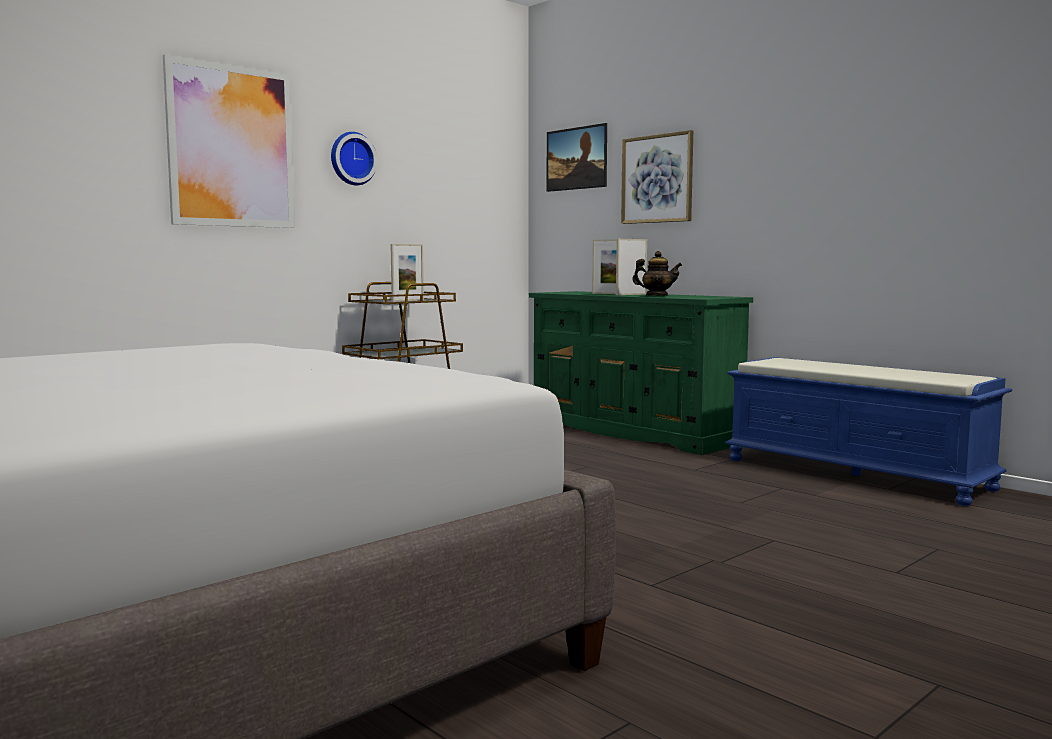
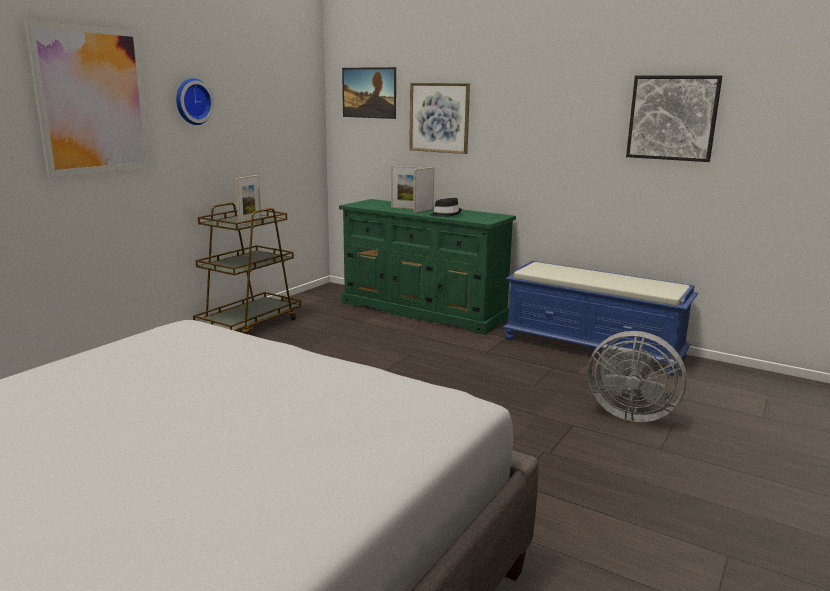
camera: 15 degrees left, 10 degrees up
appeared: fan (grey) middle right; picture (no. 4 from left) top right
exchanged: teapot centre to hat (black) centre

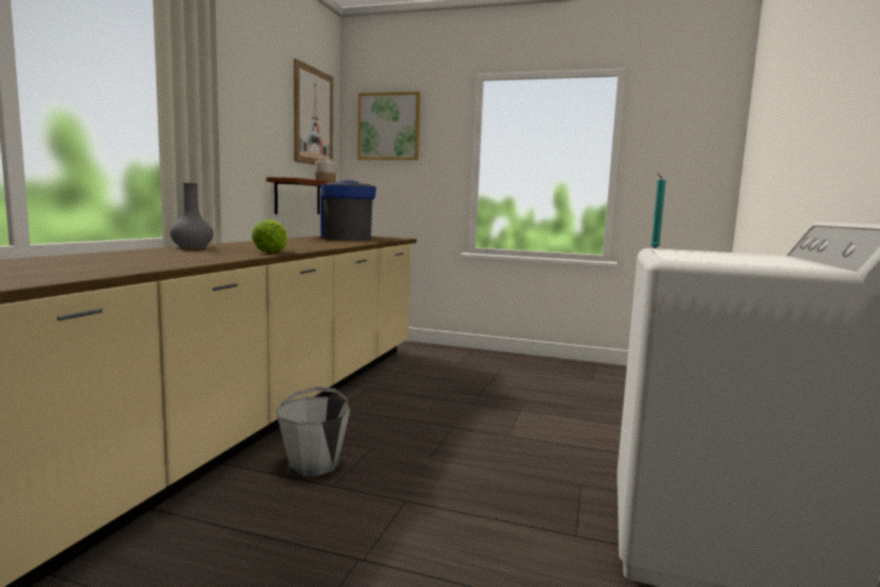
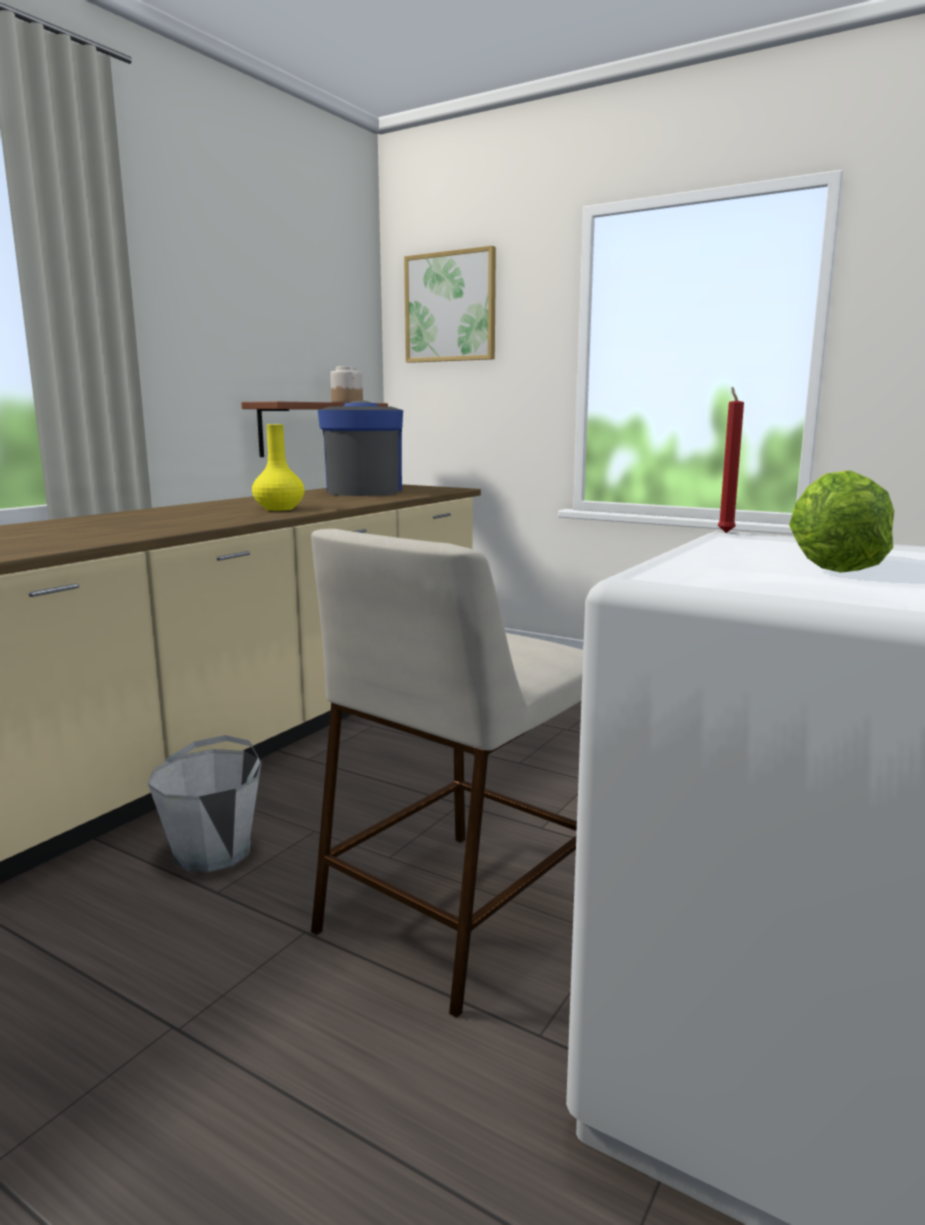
camera: 15 degrees right, 5 degrees up
missing: vase (grey) middle left; picture (no. 1 from left) top centre
appeared: vase (yellow) middle left; stool (beige) centre
relocated: lettuce middle left to middle right
colour: candle (turquoise) middle right to candle (red) middle right

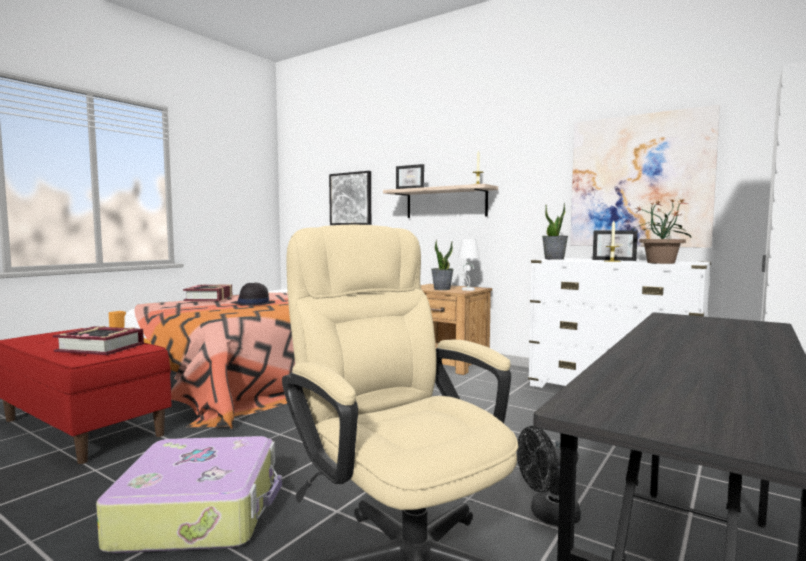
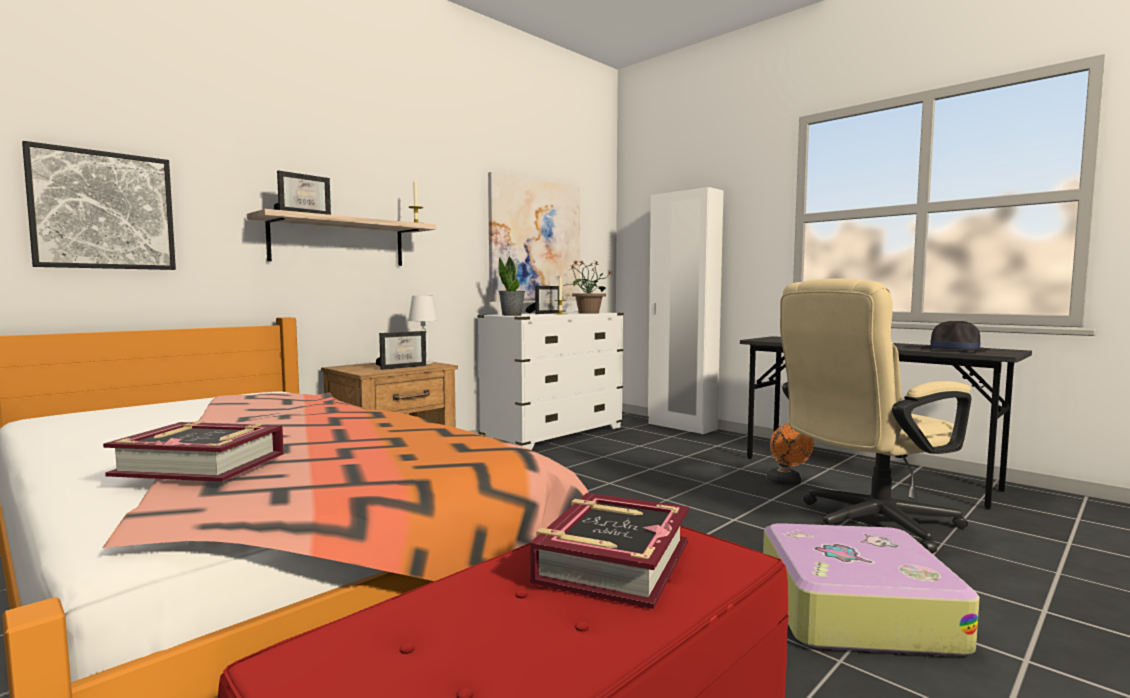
camera: 80 degrees left, 0 degrees up
relocated: hat (black) middle left to middle right
exchanged: potted plant (no. 1 from left) centre to picture frame (no. 2 from left) centre
colour: fan (black) bottom right to fan (orange) middle right

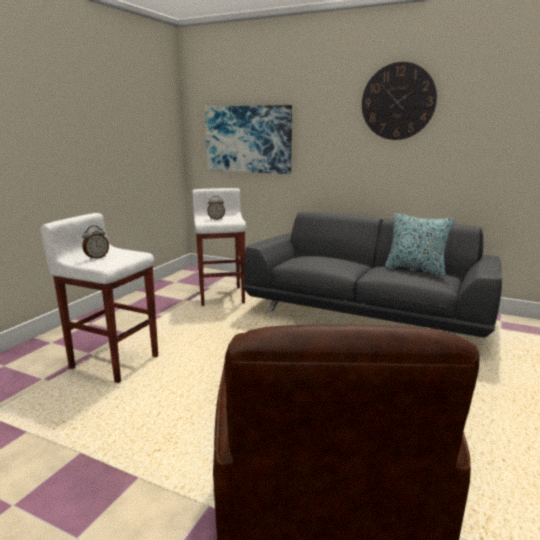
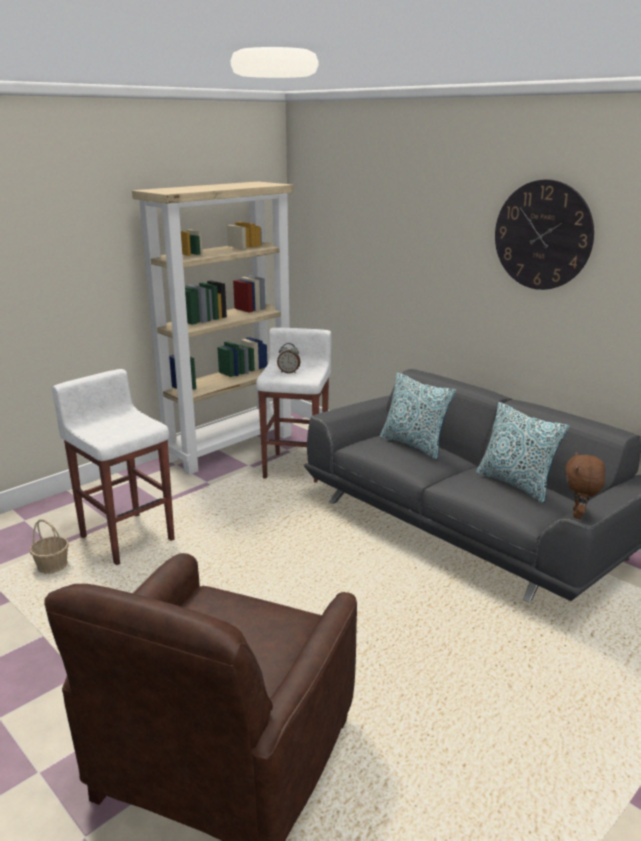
camera: 20 degrees right, 5 degrees up
missing: alarm clock (no. 1 from left) middle left; picture top centre
appeared: basket middle left; bookcase (beige) middle left; pillow (no. 1 from left) centre; plush toy (brown) middle right

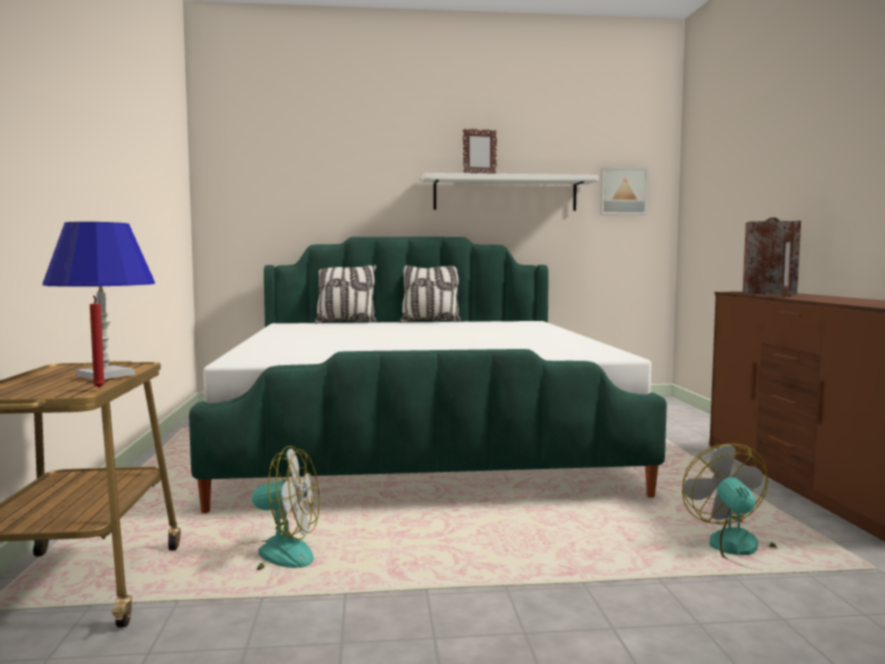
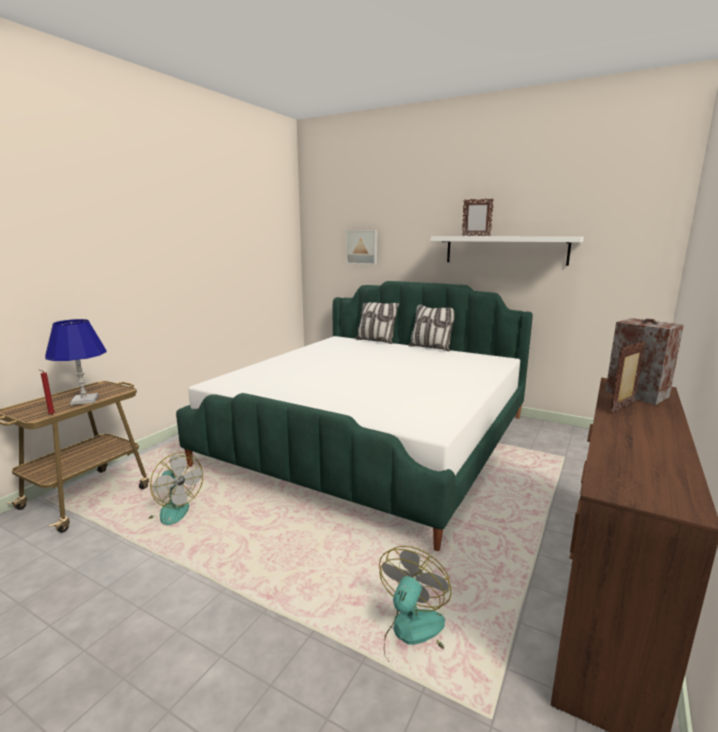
camera: 35 degrees right, 10 degrees up
relocated: picture top right to centre

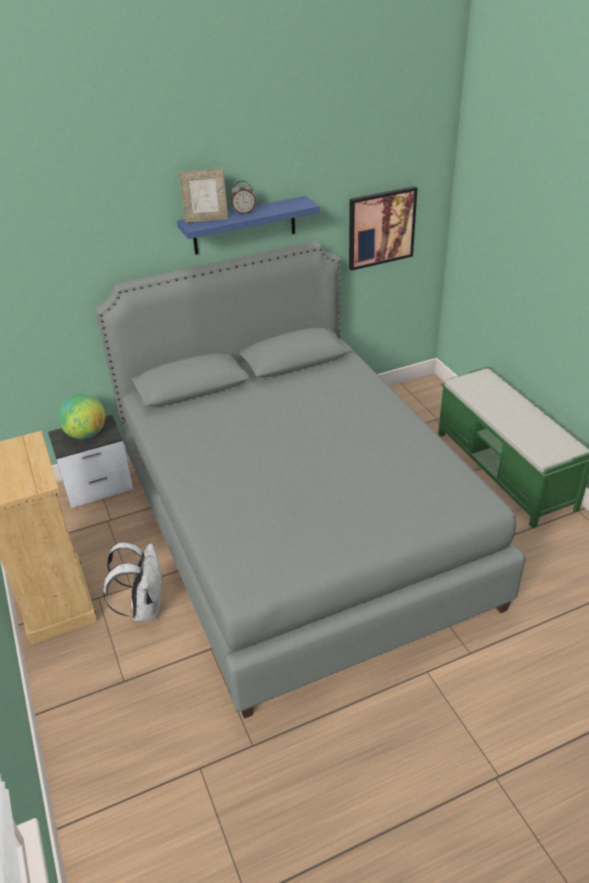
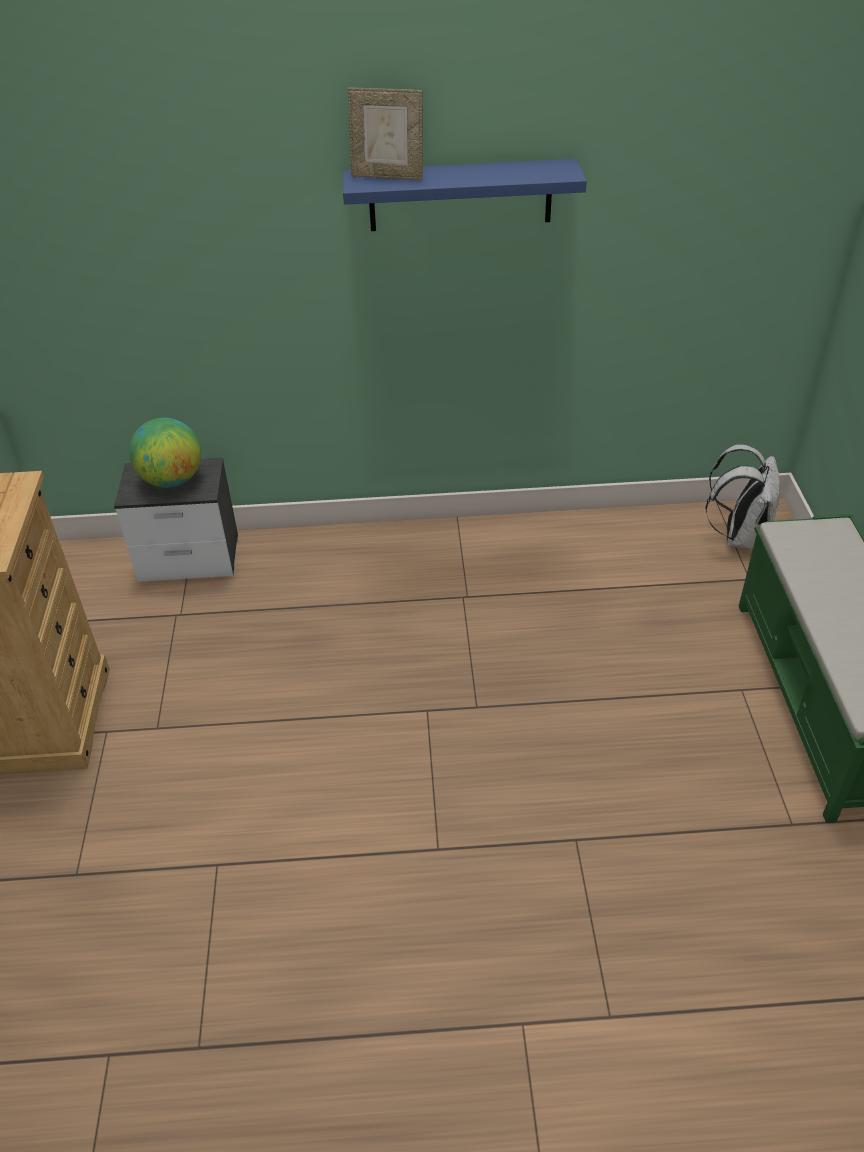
camera: 20 degrees right, 5 degrees up
missing: bed (grey) centre; alarm clock top centre; picture top centre
relocated: backpack (white) middle left to middle right

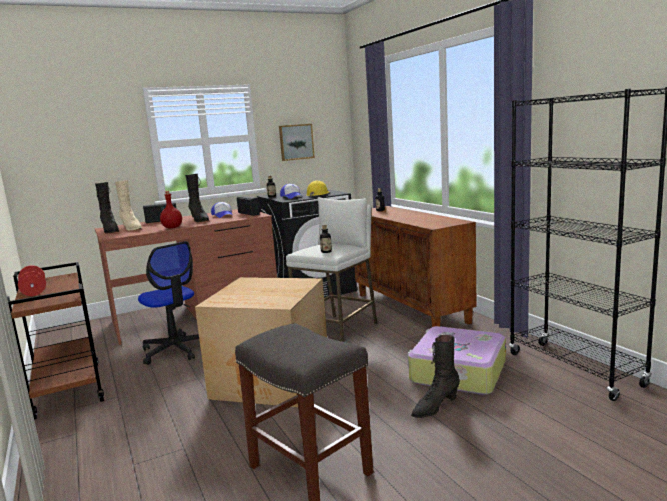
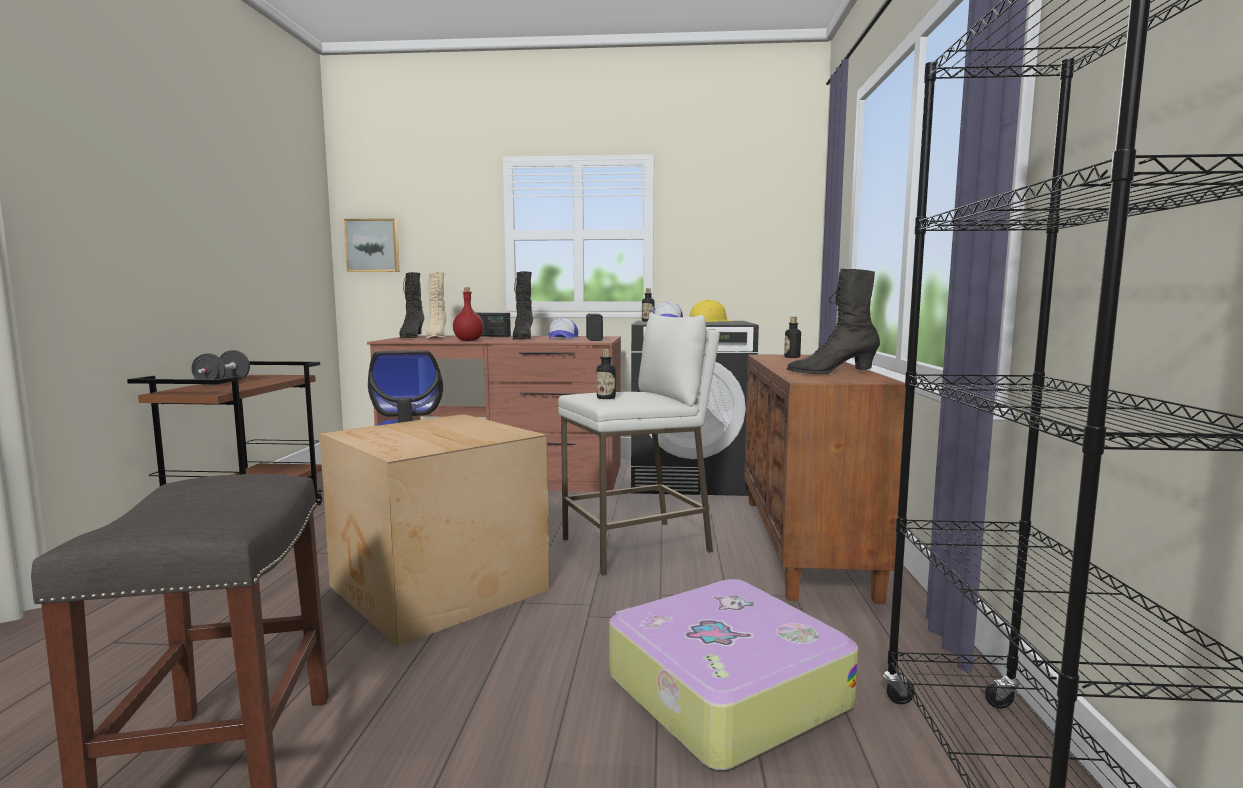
camera: 30 degrees right, 5 degrees down
relocated: picture top centre to top left; boot (black) (no. 3 from left) bottom centre to middle right
colour: dumbbell (red) middle left to dumbbell (black) middle left

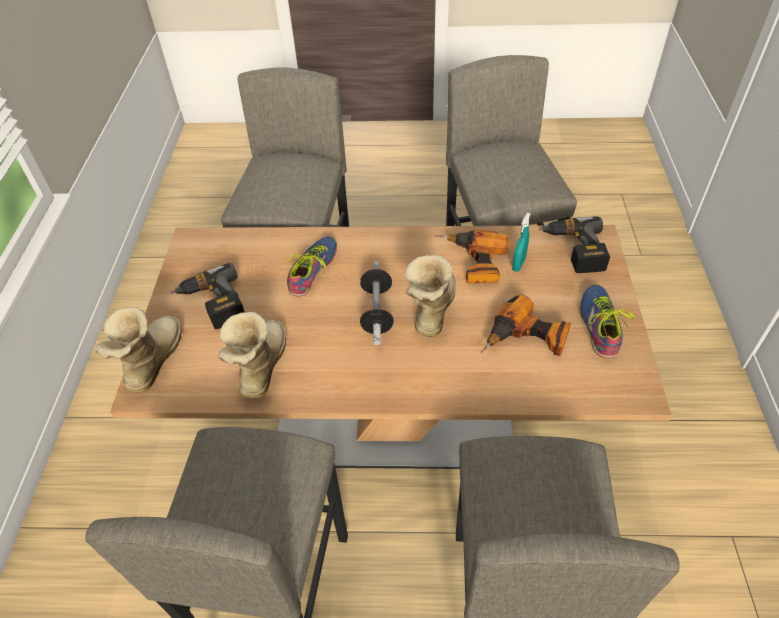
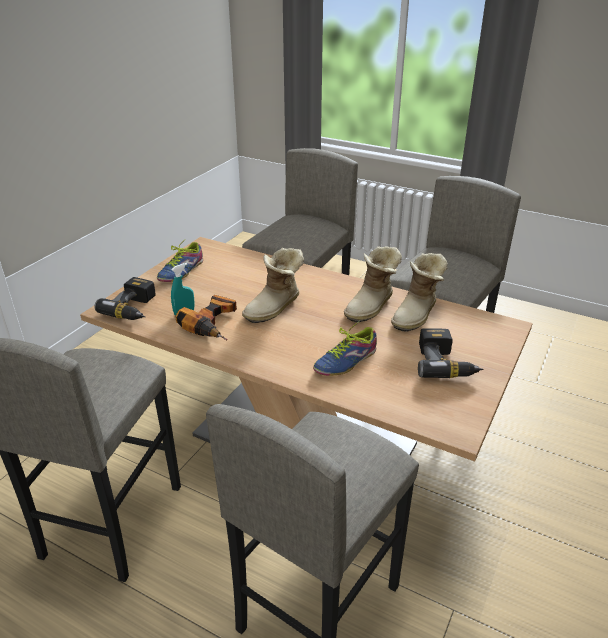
camera: 155 degrees left, 15 degrees down
missing: dumbbell centre; power drill (no. 3 from left) middle right
relocated: boot (no. 1 from left in the first image) middle left to boot (no. 2 from left) centre

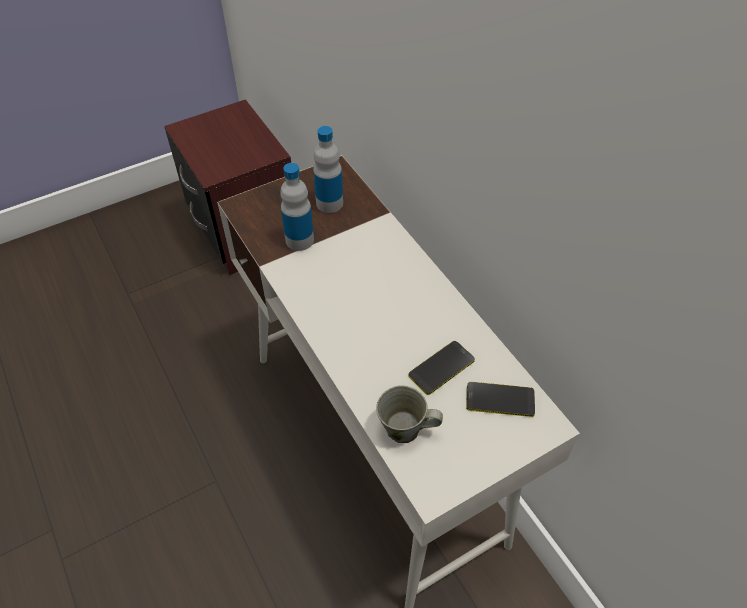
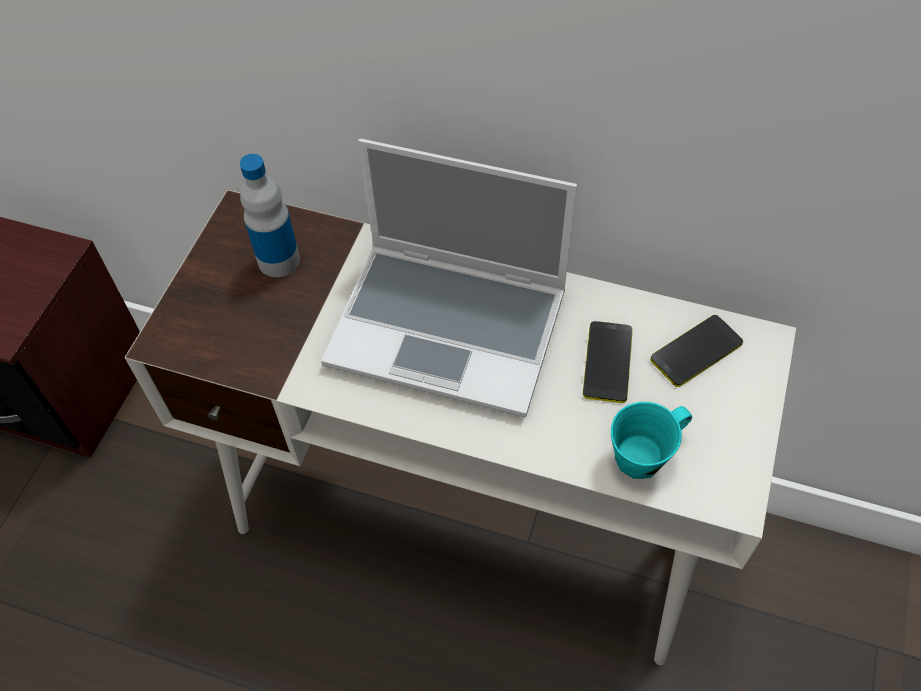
camera: 40 degrees left, 5 degrees up
missing: bottle (no. 1 from left) centre
appeared: laptop centre
colour: mug (grey) bottom centre to mug (turquoise) middle right

